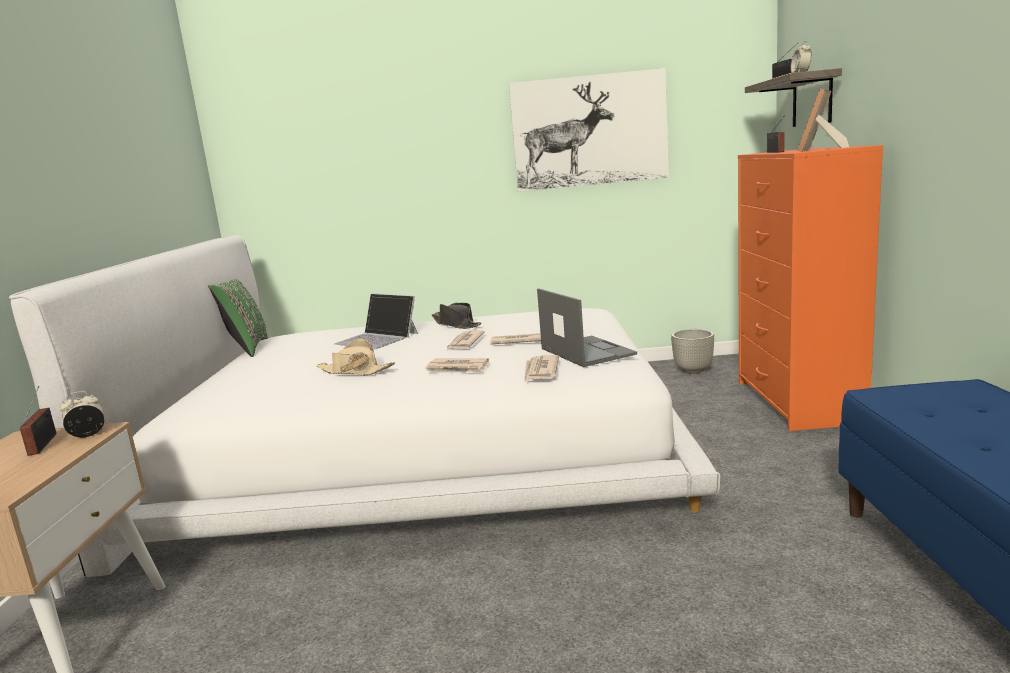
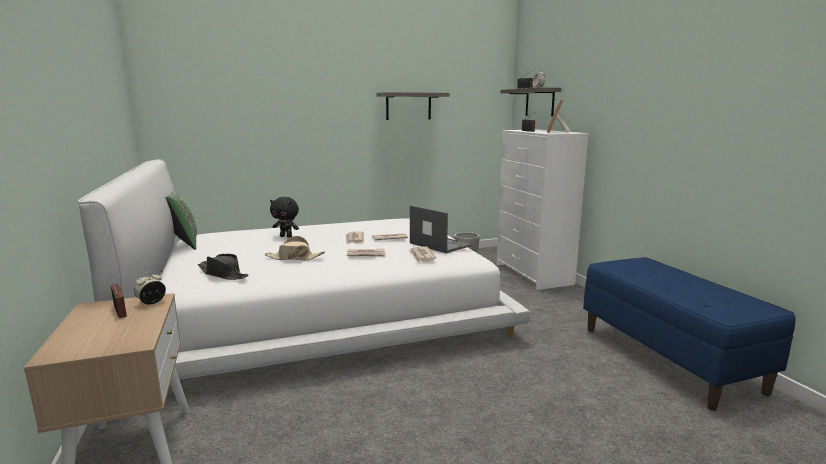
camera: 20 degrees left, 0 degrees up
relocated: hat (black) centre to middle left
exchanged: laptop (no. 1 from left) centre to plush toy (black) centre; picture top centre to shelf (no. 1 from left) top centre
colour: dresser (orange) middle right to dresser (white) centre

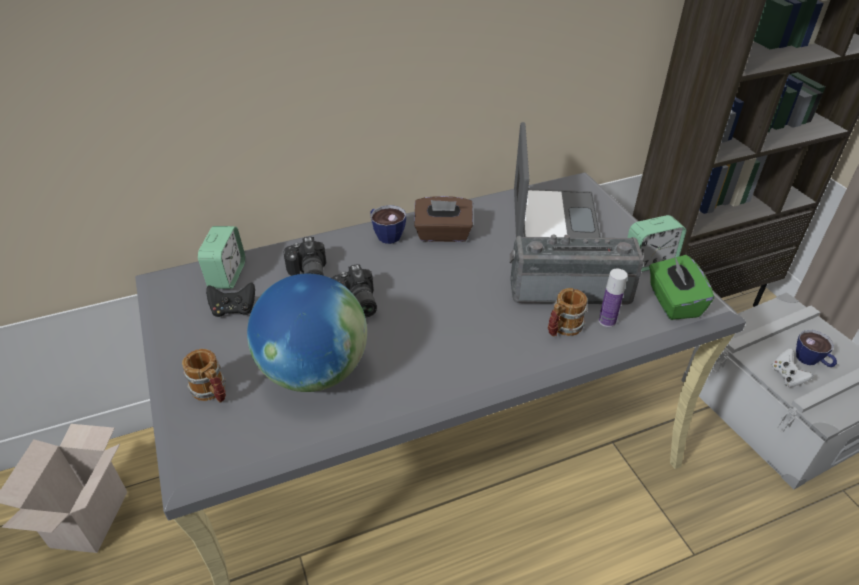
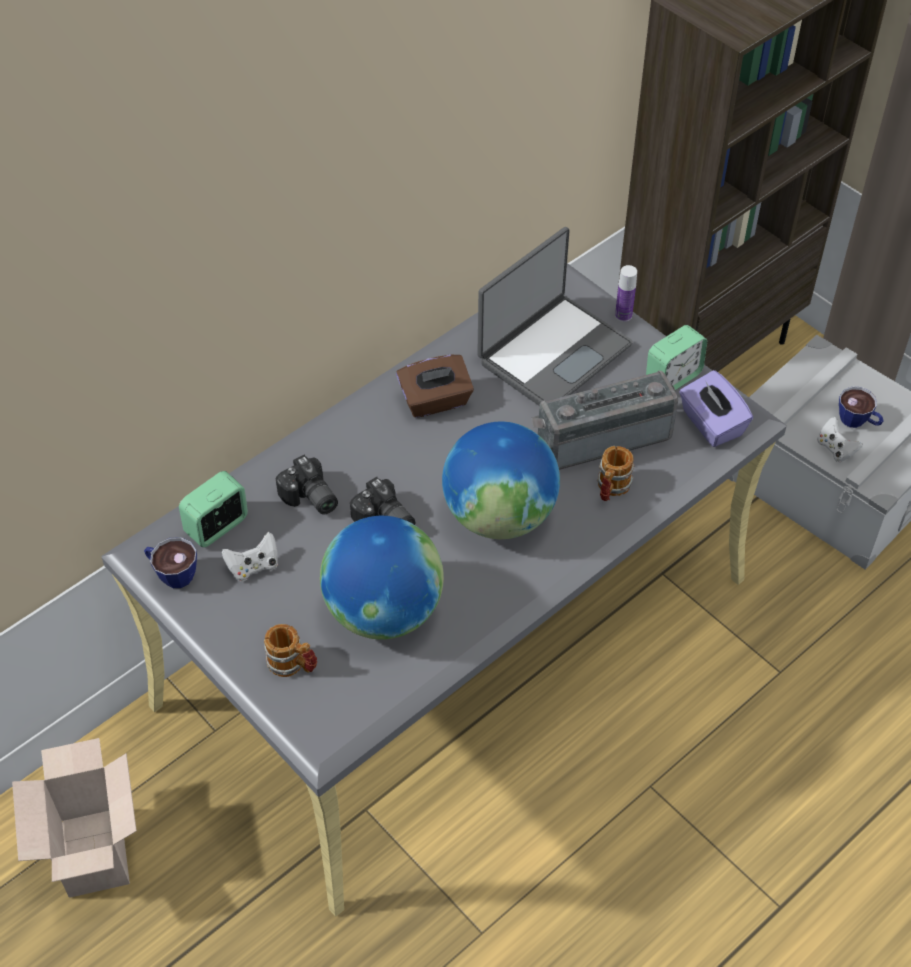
camera: 20 degrees left, 10 degrees up
appeared: globe (no. 2 from left) centre
relocated: cup (no. 1 from left) centre to middle left; bottle middle right to top right
colour: game controller (black) middle left to game controller (white) (no. 1 from left) middle left; tissue box (green) middle right to tissue box (purple) middle right
spun: alarm clock (no. 1 from left) middle left = middle left 120 degrees counterclockwise; laptop top centre = top centre 60 degrees clockwise

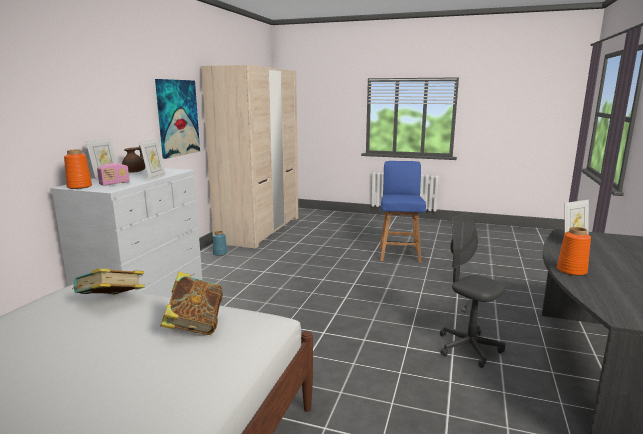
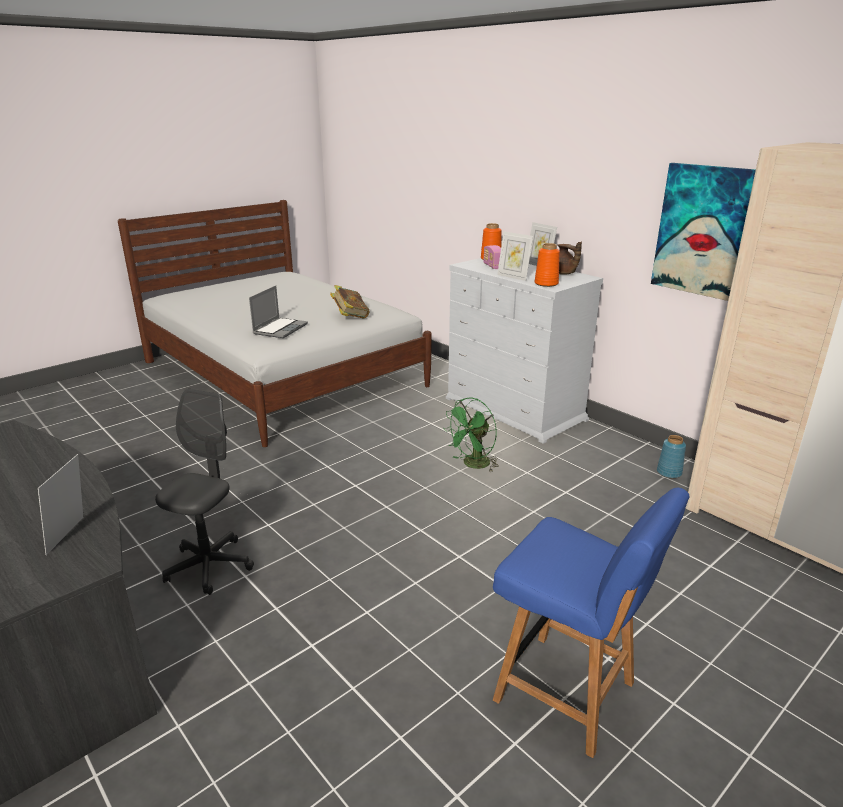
camera: 120 degrees right, 10 degrees up
appeared: fan (green) centre
relocated: vase (orange) (no. 2 from left) middle right to top centre
exchanged: book (no. 2 from left) bottom left to laptop middle left
spun: office chair (grey) bottom right = middle left 60 degrees counterclockwise

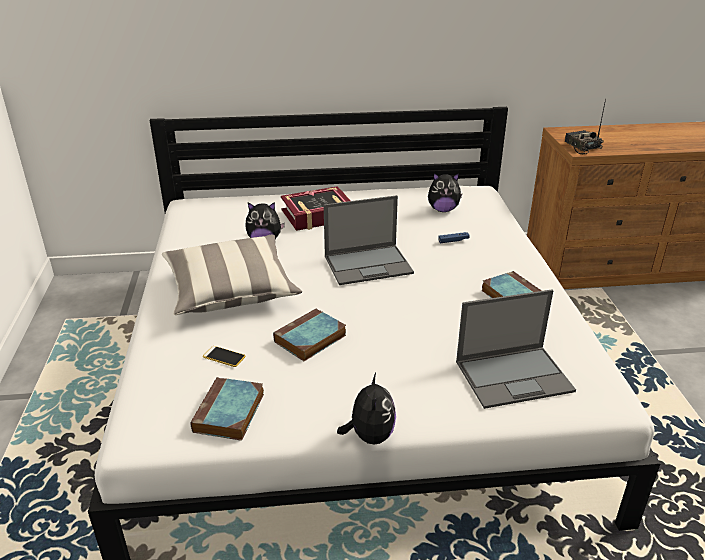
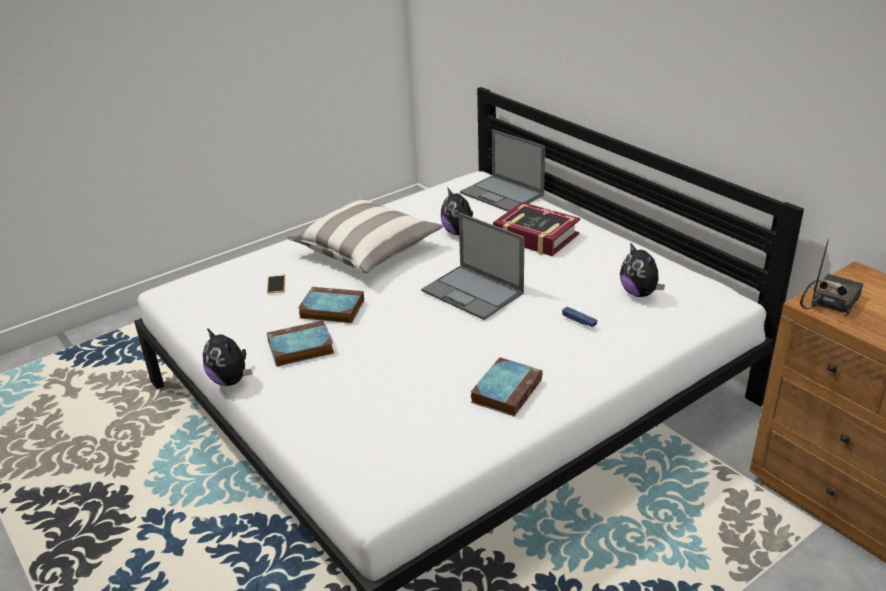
camera: 60 degrees right, 0 degrees up
relocated: book (no. 1 from left) bottom left to centre; laptop (no. 2 from left) middle right to top centre
spun: plush toy (no. 2 from left in the first image) bottom centre = middle left 75 degrees clockwise

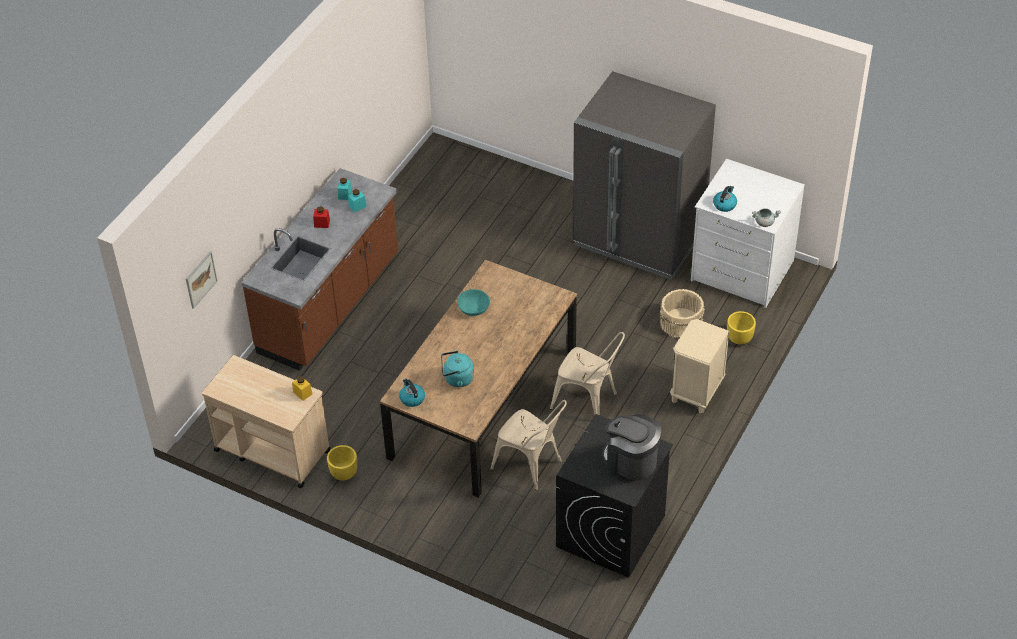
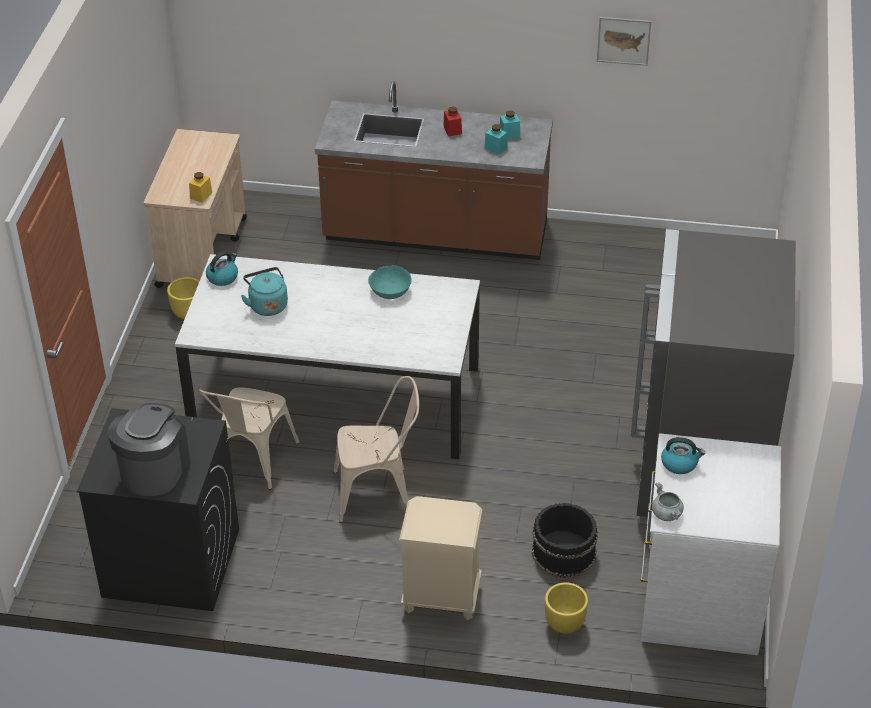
camera: 70 degrees right, 5 degrees down
relocated: picture middle left to top right
colour: dining table (brown) centre to dining table (white) centre; bucket (beige) middle right to bucket (black) bottom centre
spun: chair (beige) (no. 2 from left) centre = centre 105 degrees counterclockwise

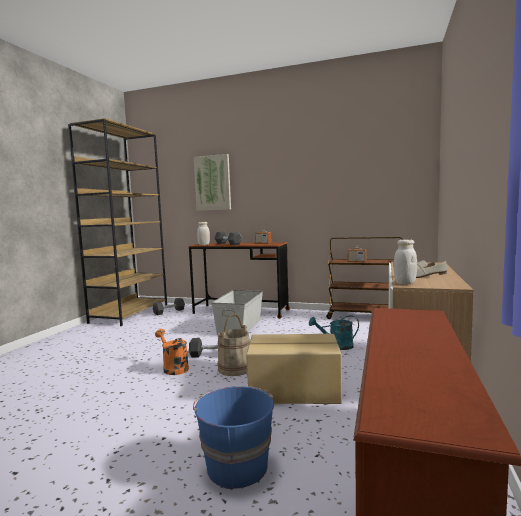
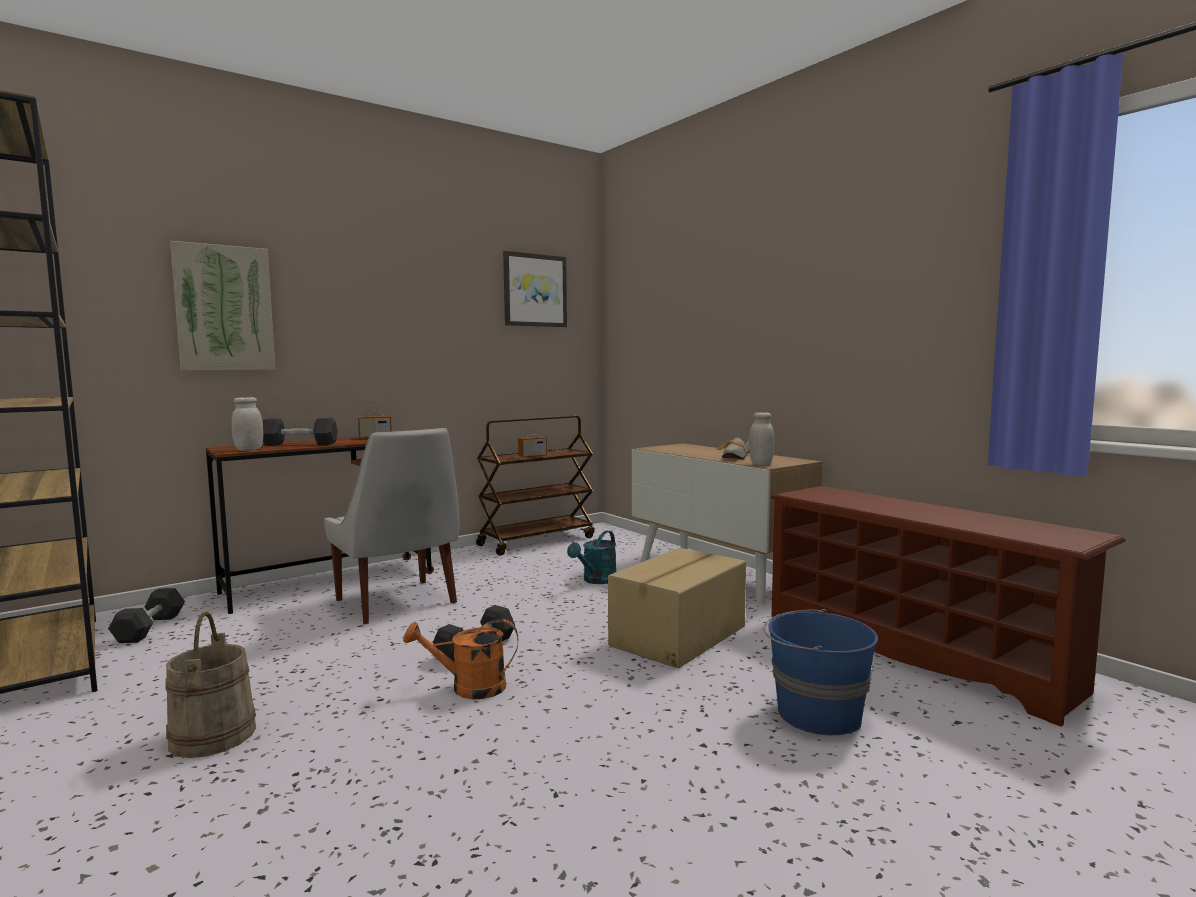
camera: 55 degrees left, 0 degrees up
appeared: picture (no. 2 from left) top centre
relocated: bucket (beige) bottom centre to bottom left
exchanged: storage box (grey) centre to chair (white) middle left

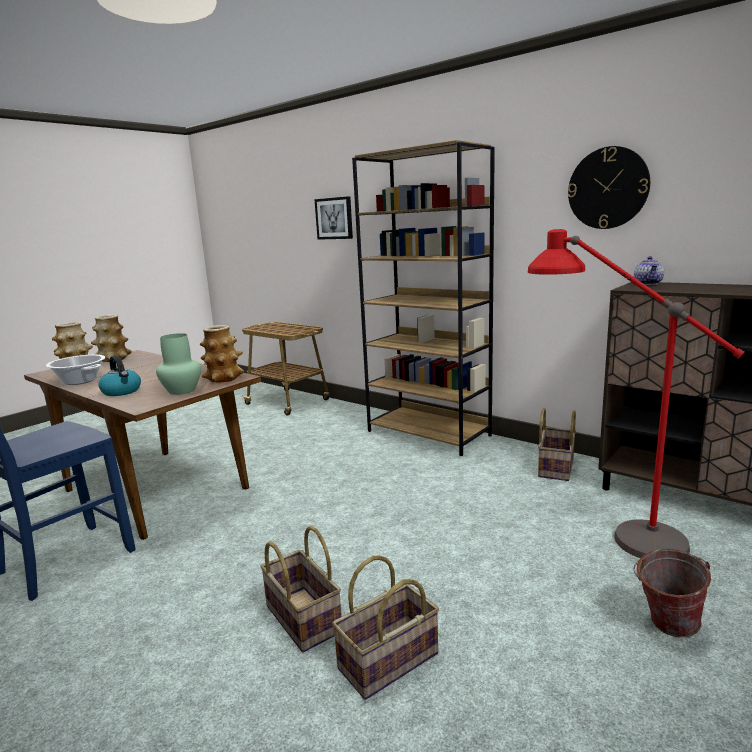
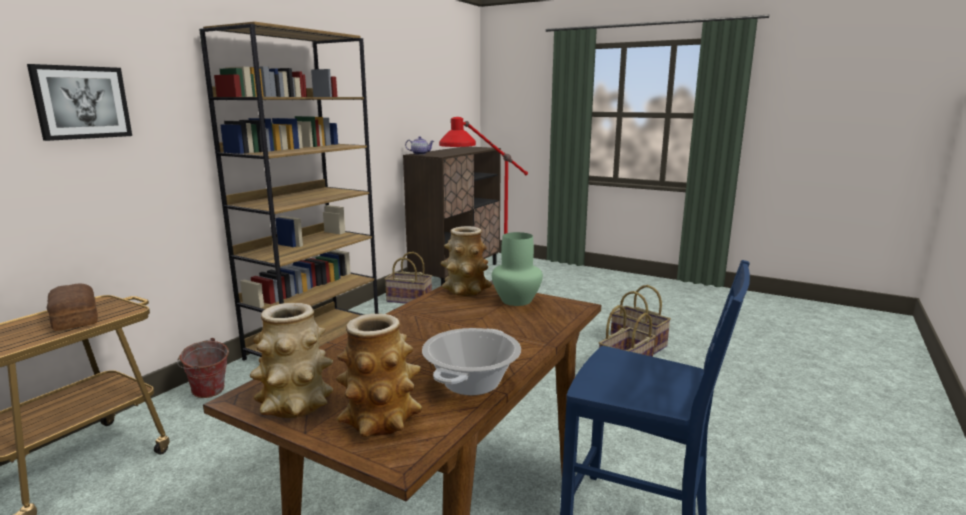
camera: 100 degrees left, 0 degrees up
missing: kettle middle left; wall clock top right
appeared: bread middle left
relocated: bucket bottom right to bottom left

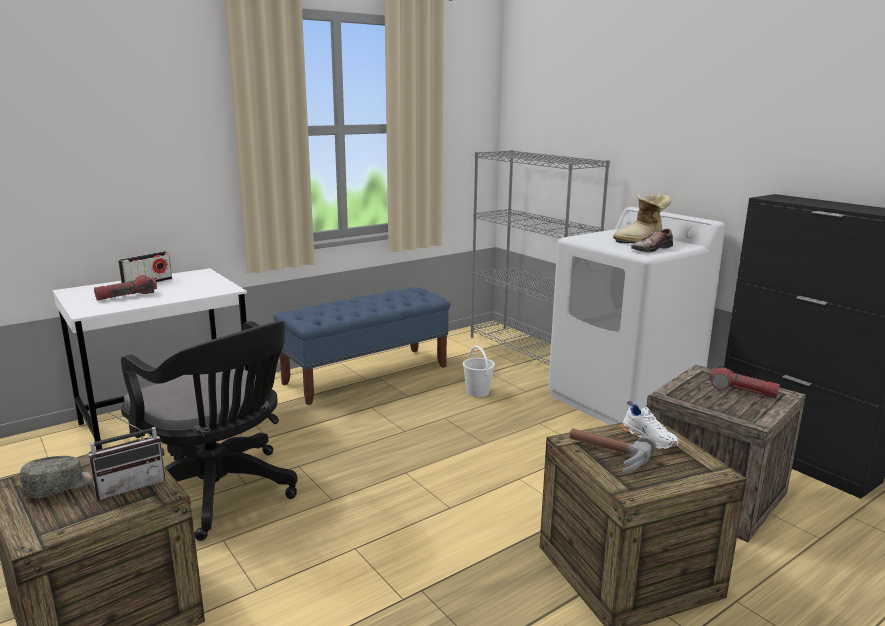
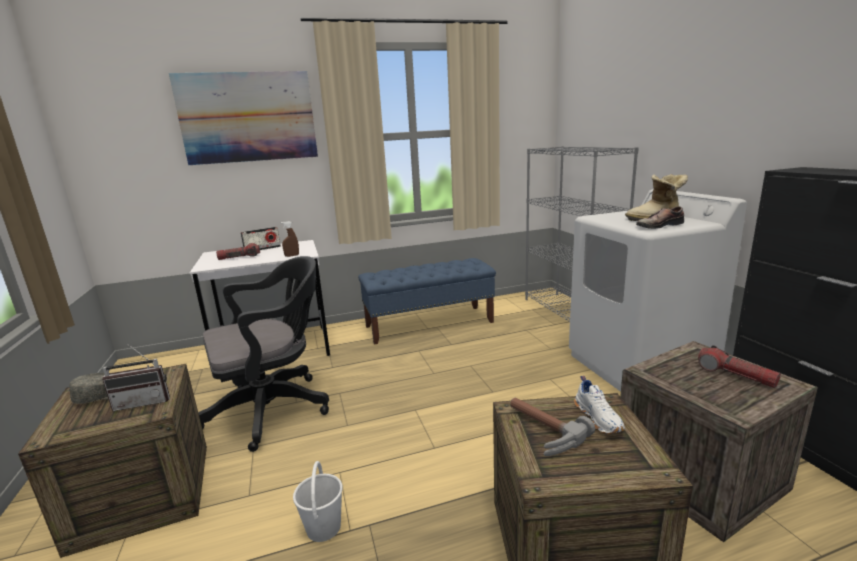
camera: 20 degrees right, 0 degrees up
appeared: picture top left; spray bottle (brown) centre
relocated: bucket (white) centre to bottom centre
spun: office chair (black) bottom left = middle left 90 degrees counterclockwise

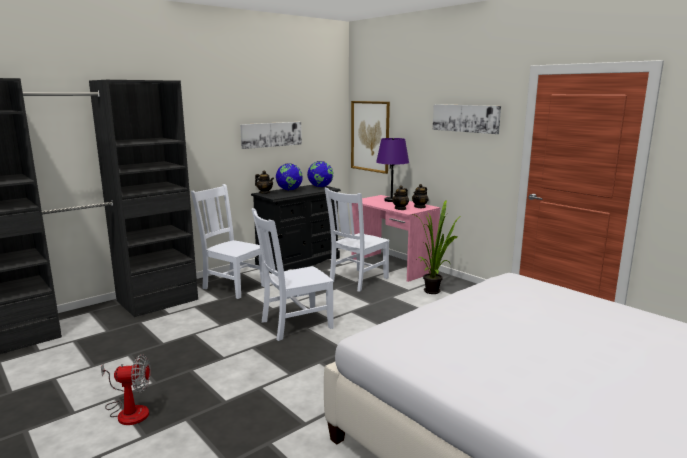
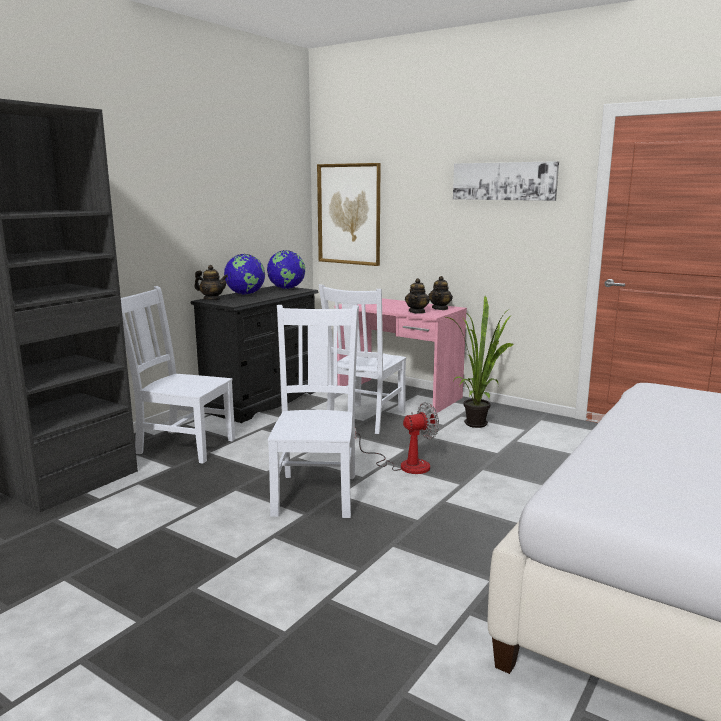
camera: 15 degrees left, 0 degrees up
missing: picture (no. 1 from left) top centre; table lamp (purple) centre
relocated: fan bottom left to centre
spun: chair (white) (no. 2 from left) centre = centre 135 degrees clockwise

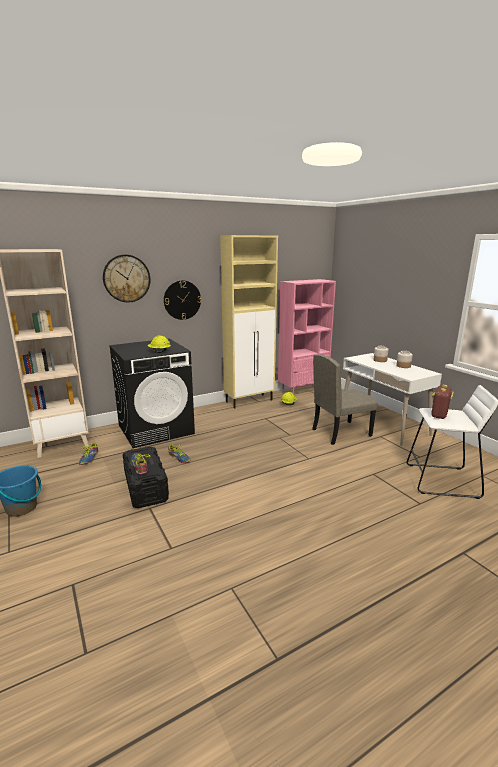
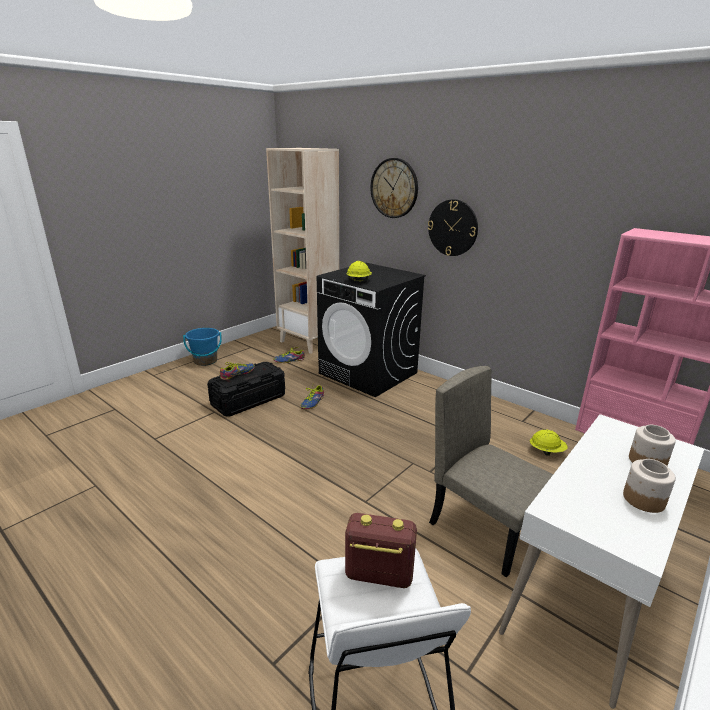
camera: 70 degrees right, 5 degrees up
missing: cabinet (beige) centre

